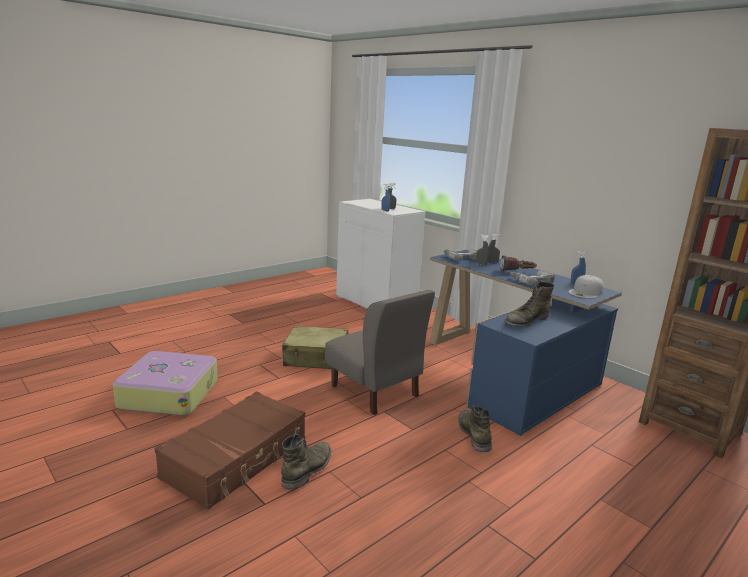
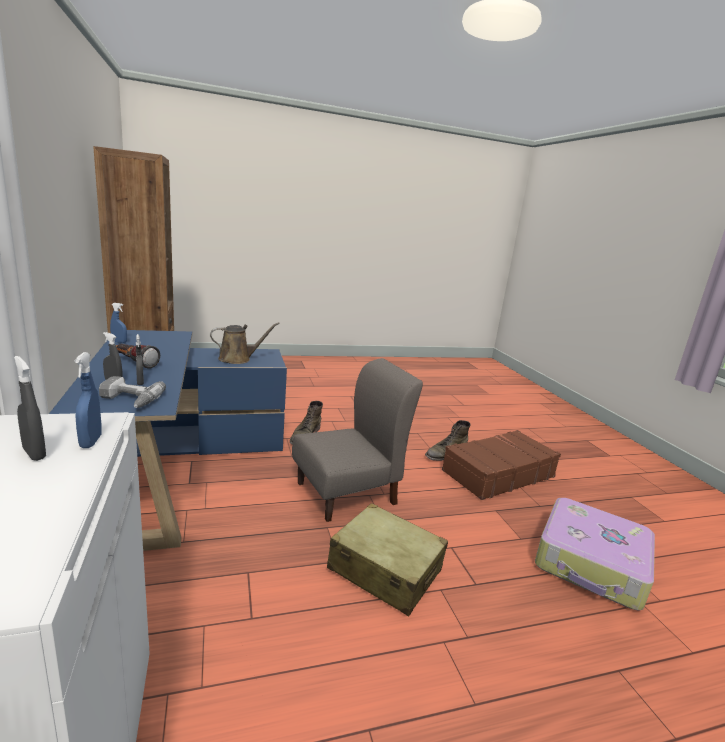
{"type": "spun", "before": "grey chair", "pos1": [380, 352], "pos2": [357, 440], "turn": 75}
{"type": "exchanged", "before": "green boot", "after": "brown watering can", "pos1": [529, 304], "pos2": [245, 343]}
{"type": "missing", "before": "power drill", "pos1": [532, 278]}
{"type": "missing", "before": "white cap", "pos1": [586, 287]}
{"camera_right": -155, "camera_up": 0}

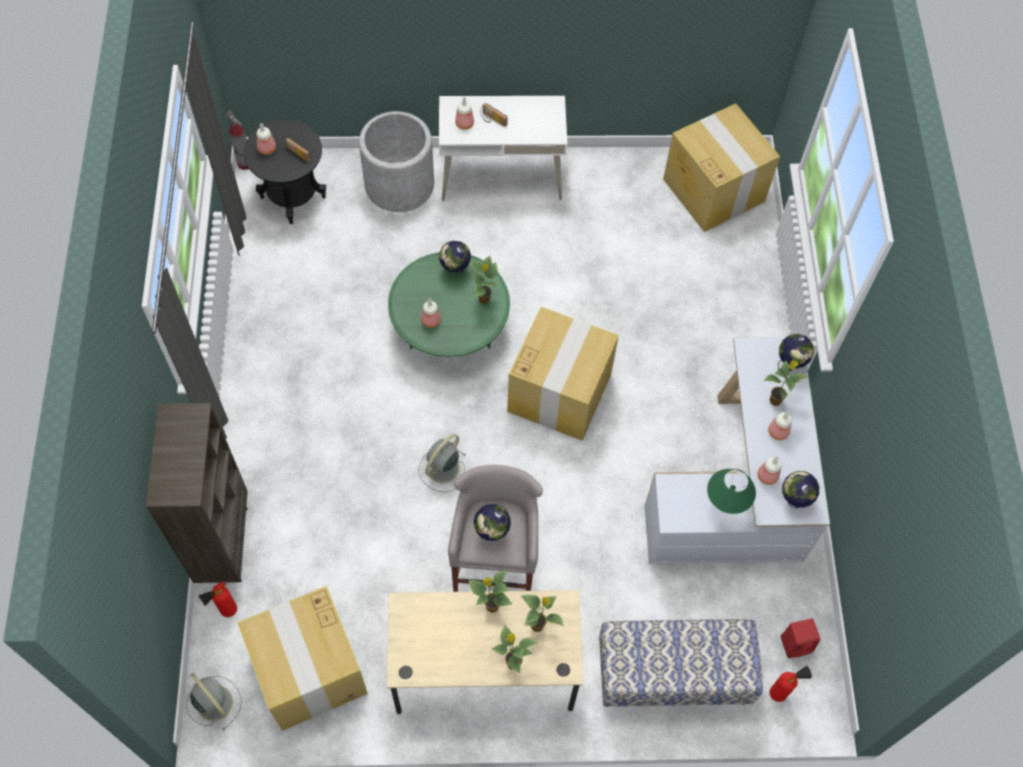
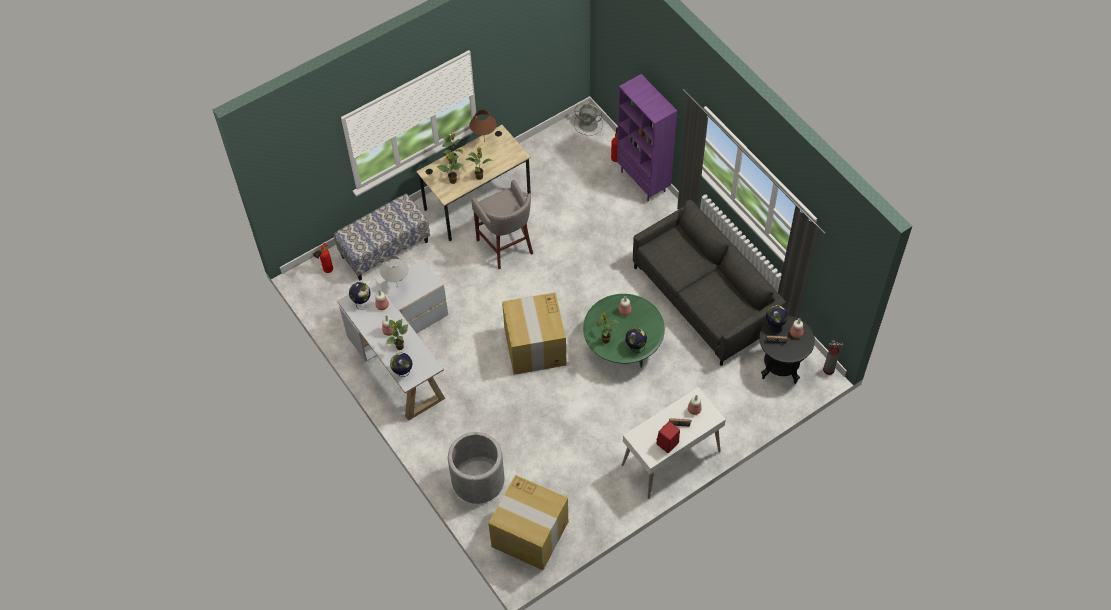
{"type": "colour", "before": "brown bookcase", "after": "purple bookcase", "pos1": [197, 493], "pos2": [647, 138]}
{"type": "missing", "before": "cardboard box", "pos1": [302, 658]}
{"type": "relocated", "before": "grey planter", "pos1": [396, 161], "pos2": [476, 468]}
{"type": "missing", "before": "grey fan", "pos1": [443, 463]}
{"type": "relocated", "before": "globe", "pos1": [492, 522], "pos2": [777, 317]}
{"type": "colour", "before": "green table lamp", "after": "white table lamp", "pos1": [731, 491], "pos2": [394, 271]}
{"type": "relocated", "before": "red speaker", "pos1": [800, 638], "pos2": [668, 437]}
{"type": "appeared", "after": "brown table lamp", "pos2": [483, 126]}
{"type": "appeared", "after": "grey sofa", "pos2": [709, 283]}
{"camera_right": 150, "camera_up": -5}

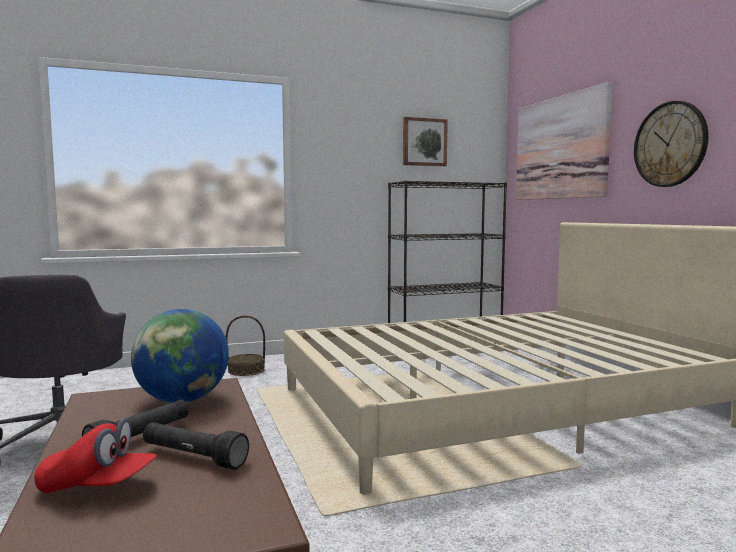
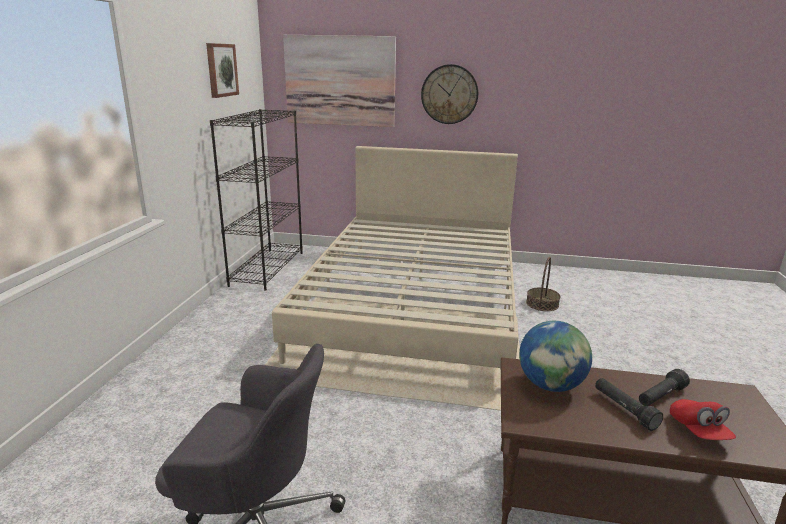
{"type": "spun", "before": "red cap", "pos1": [95, 455], "pos2": [703, 419], "turn": 135}
{"type": "relocated", "before": "basket", "pos1": [245, 345], "pos2": [543, 284]}
{"camera_right": -60, "camera_up": 15}

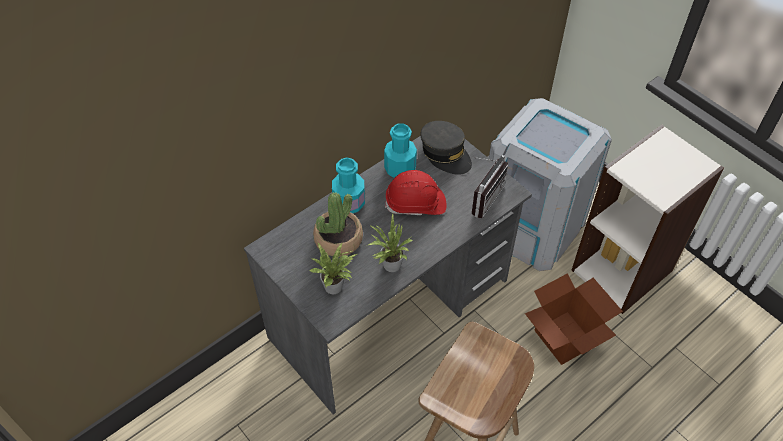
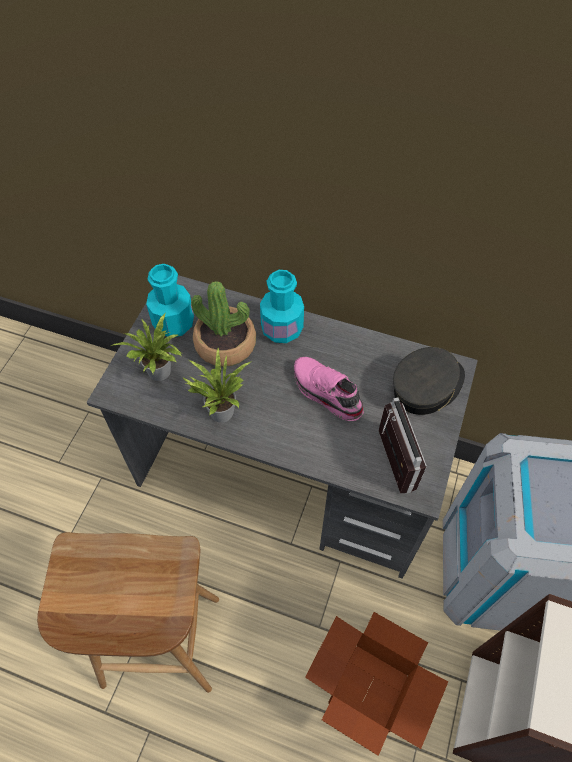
{"type": "relocated", "before": "turquoise bottle", "pos1": [400, 150], "pos2": [170, 300]}
{"type": "exchanged", "before": "red hard hat", "after": "pink shoe", "pos1": [416, 192], "pos2": [329, 389]}
{"type": "spun", "before": "grey cap", "pos1": [446, 148], "pos2": [429, 381], "turn": -150}
{"type": "spun", "before": "radio", "pos1": [490, 187], "pos2": [402, 446], "turn": -105}
{"camera_right": 60, "camera_up": 5}

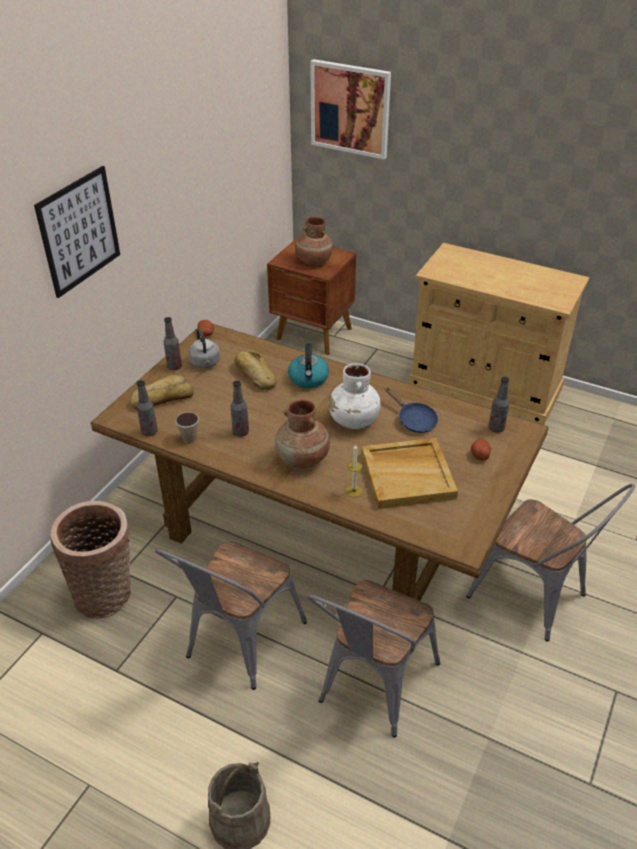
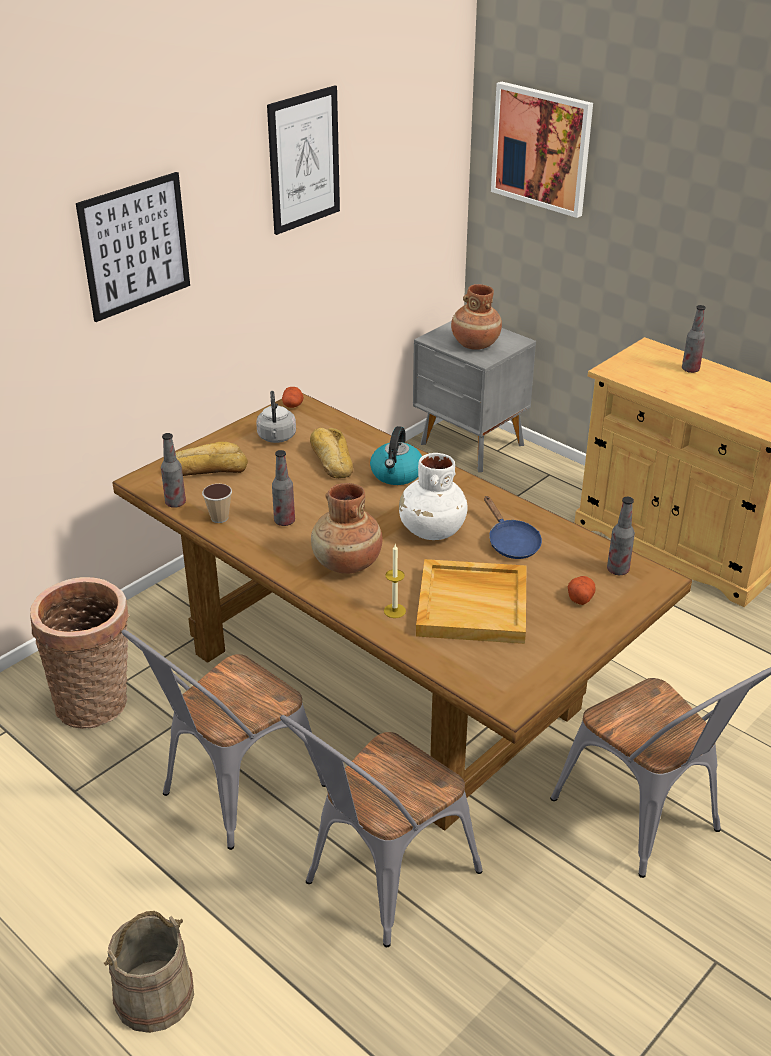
{"type": "relocated", "before": "bottle", "pos1": [173, 343], "pos2": [694, 339]}
{"type": "colour", "before": "brown nightstand", "after": "grey nightstand", "pos1": [311, 296], "pos2": [474, 396]}
{"type": "appeared", "after": "picture", "pos2": [303, 160]}
{"camera_right": 15, "camera_up": -5}

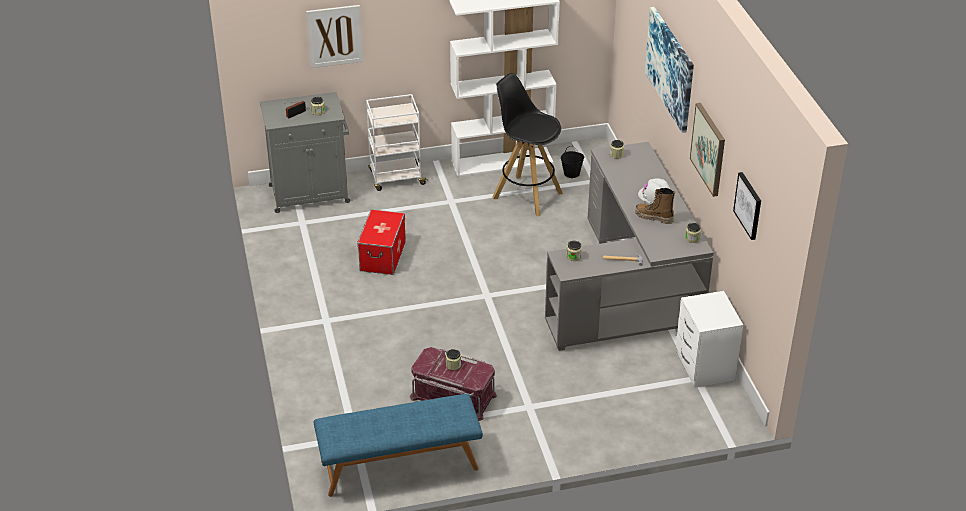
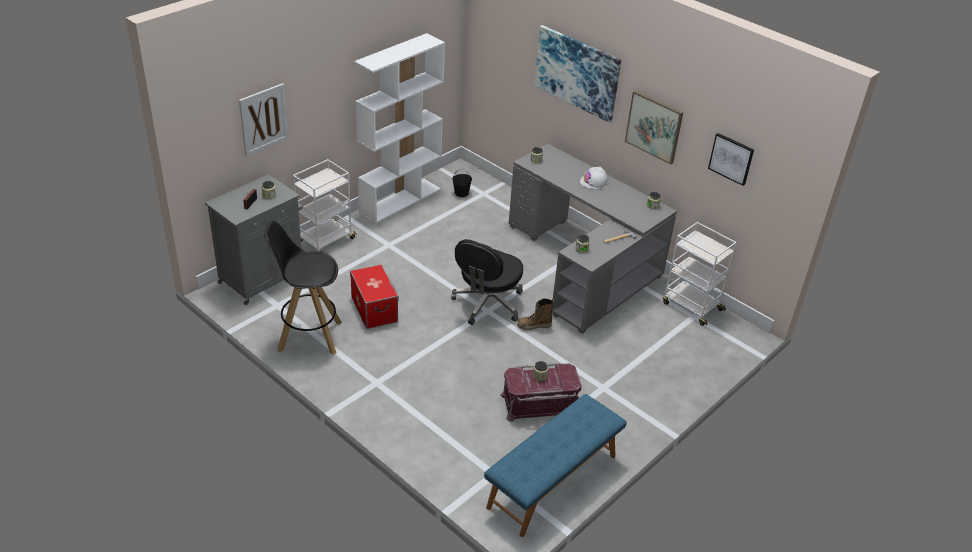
{"type": "relocated", "before": "black stool", "pos1": [527, 144], "pos2": [303, 287]}
{"type": "relocated", "before": "boot", "pos1": [655, 206], "pos2": [535, 314]}
{"type": "exchanged", "before": "white nightstand", "after": "white cart", "pos1": [710, 339], "pos2": [700, 274]}
{"type": "appeared", "after": "black office chair", "pos2": [487, 282]}
{"camera_right": -35, "camera_up": 0}

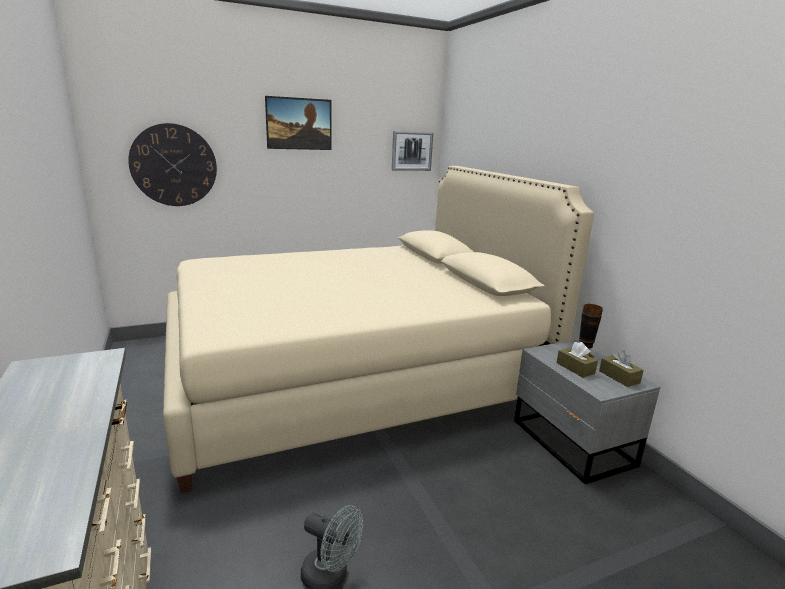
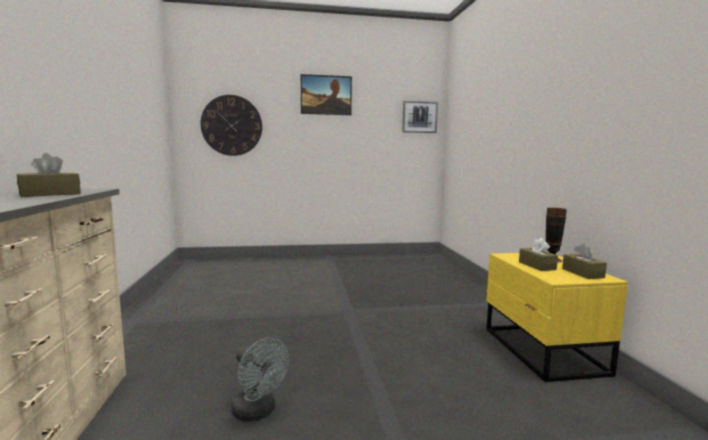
{"type": "missing", "before": "beige bed", "pos1": [378, 329]}
{"type": "colour", "before": "grey nightstand", "after": "yellow nightstand", "pos1": [587, 412], "pos2": [557, 317]}
{"type": "appeared", "after": "brown tissue box", "pos2": [49, 175]}
{"camera_right": 15, "camera_up": -10}

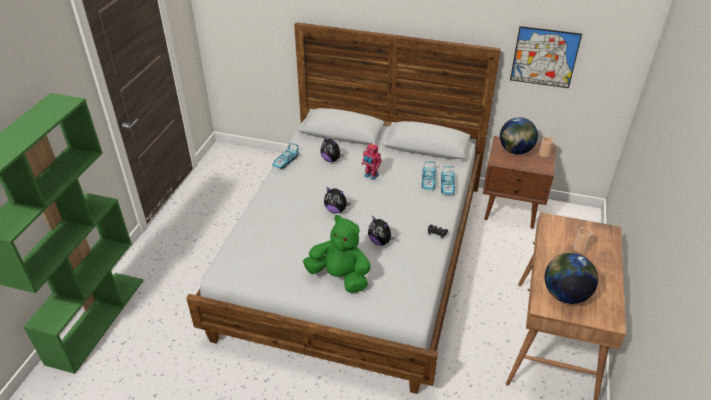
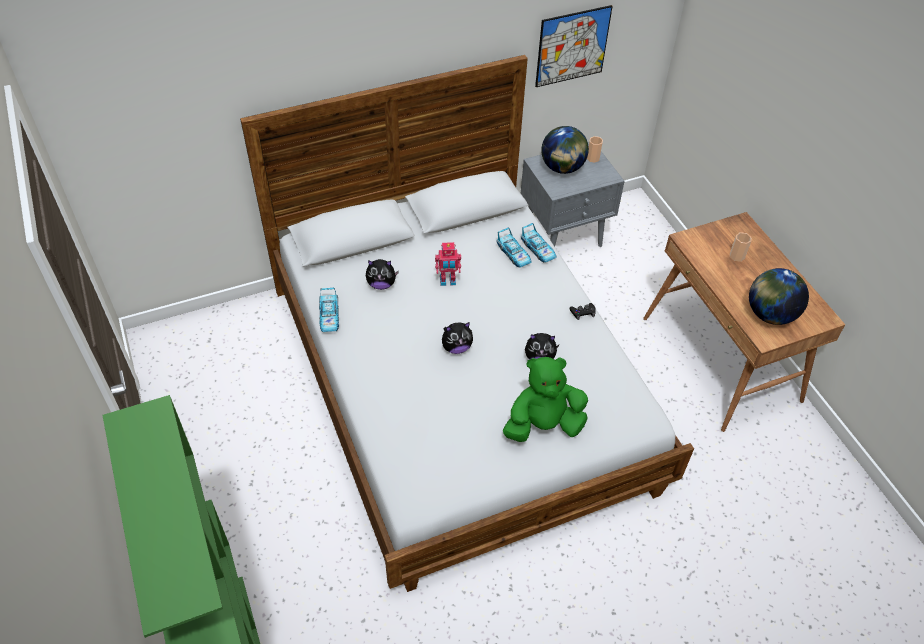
{"type": "colour", "before": "brown nightstand", "after": "grey nightstand", "pos1": [519, 182], "pos2": [573, 194]}
{"camera_right": -40, "camera_up": 10}

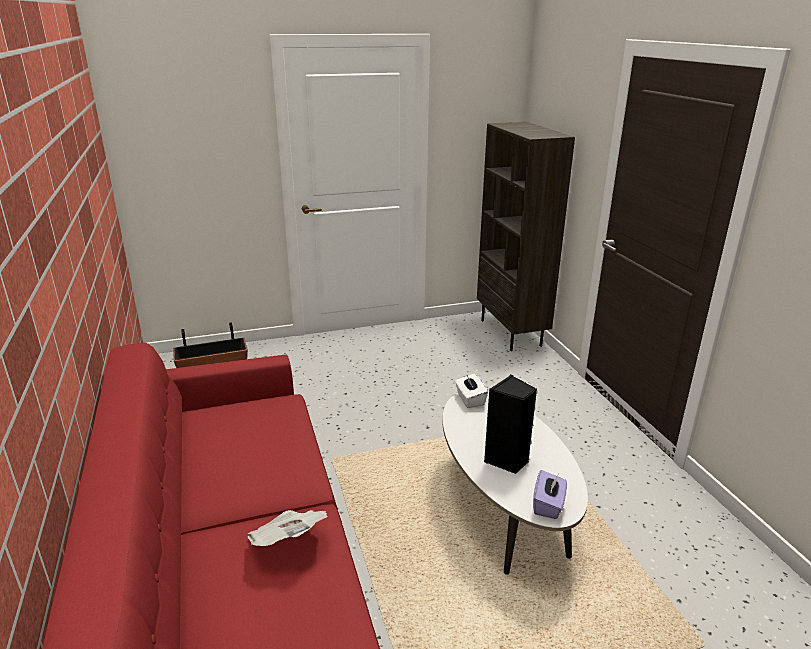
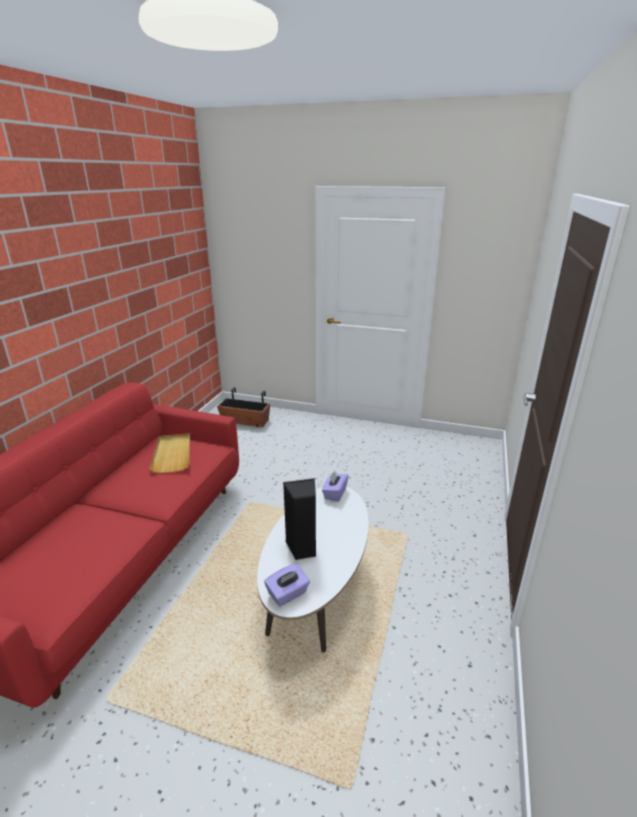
{"type": "missing", "before": "newspaper", "pos1": [288, 528]}
{"type": "colour", "before": "white tissue box", "after": "purple tissue box", "pos1": [471, 391], "pos2": [335, 486]}
{"type": "missing", "before": "brown bookcase", "pos1": [526, 236]}
{"type": "appeared", "after": "beige tray", "pos2": [169, 453]}
{"camera_right": 35, "camera_up": 0}

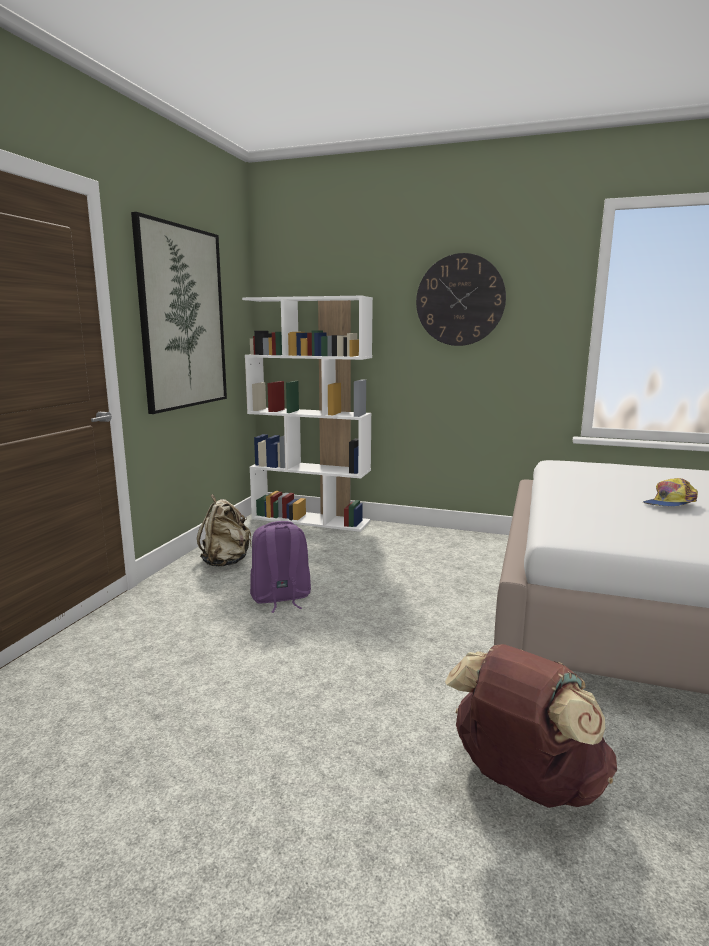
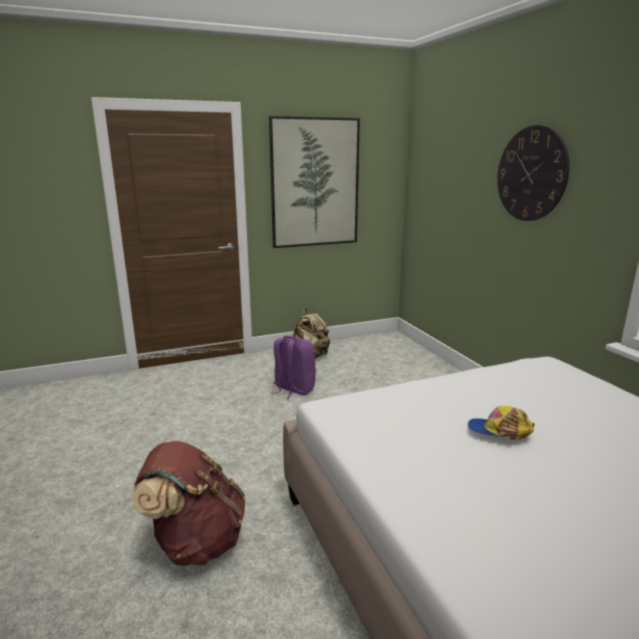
{"type": "missing", "before": "white bookcase", "pos1": [307, 414]}
{"camera_right": 50, "camera_up": 5}

